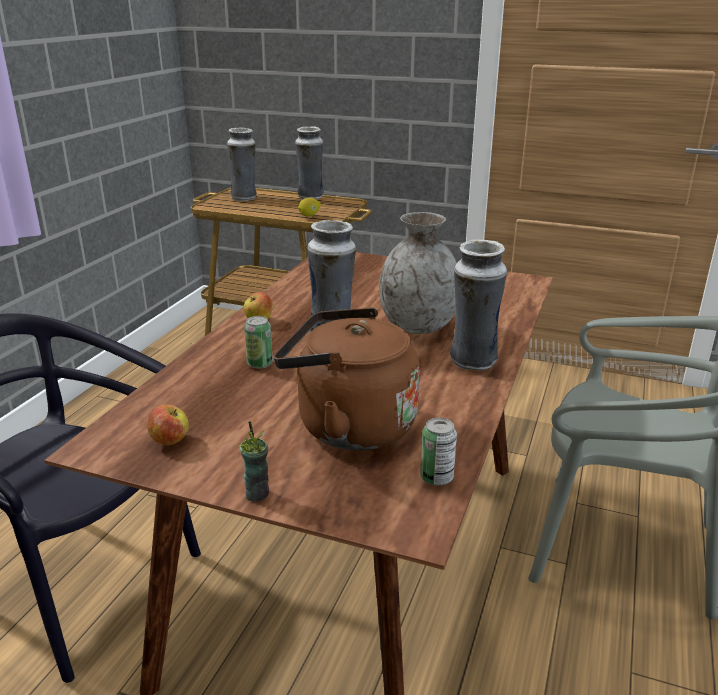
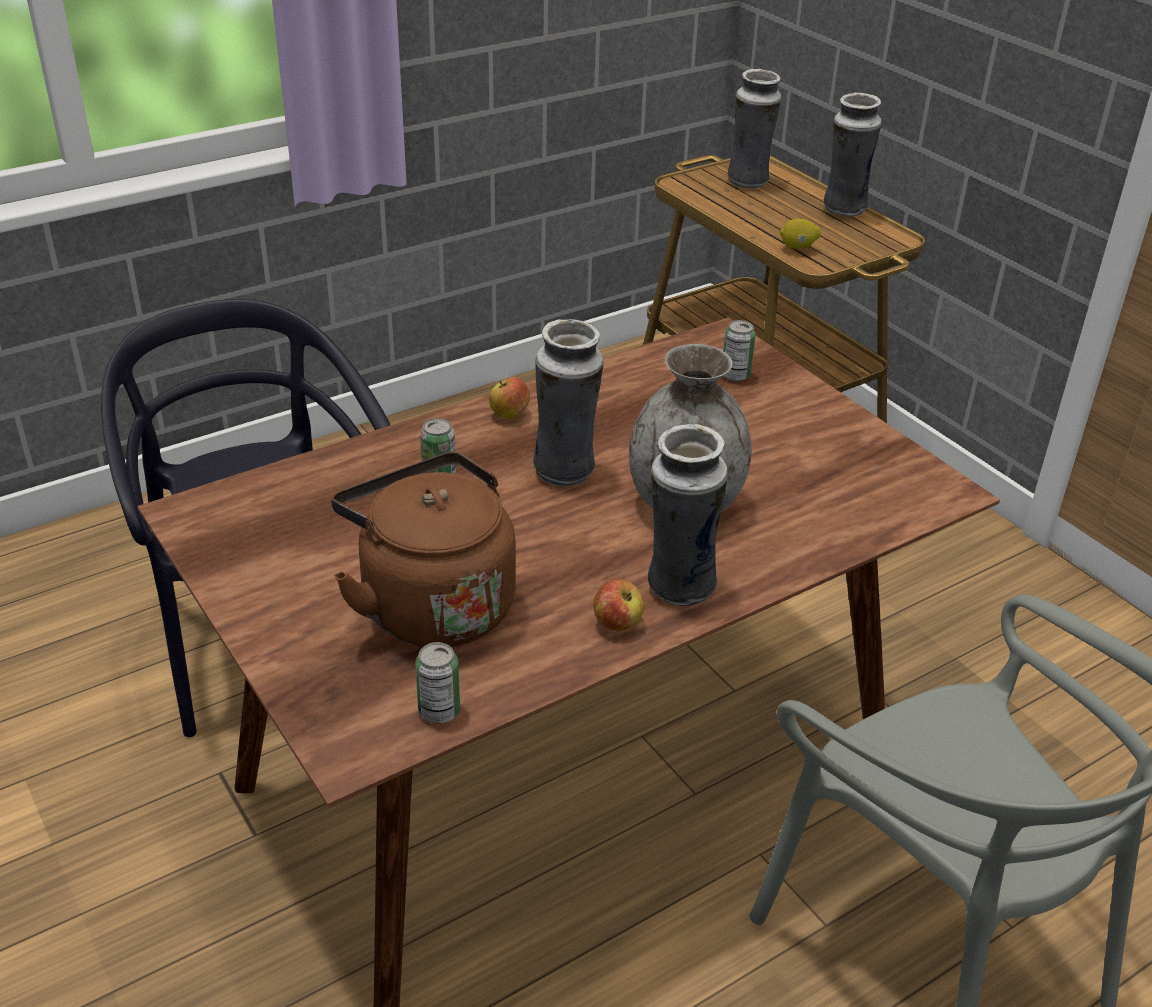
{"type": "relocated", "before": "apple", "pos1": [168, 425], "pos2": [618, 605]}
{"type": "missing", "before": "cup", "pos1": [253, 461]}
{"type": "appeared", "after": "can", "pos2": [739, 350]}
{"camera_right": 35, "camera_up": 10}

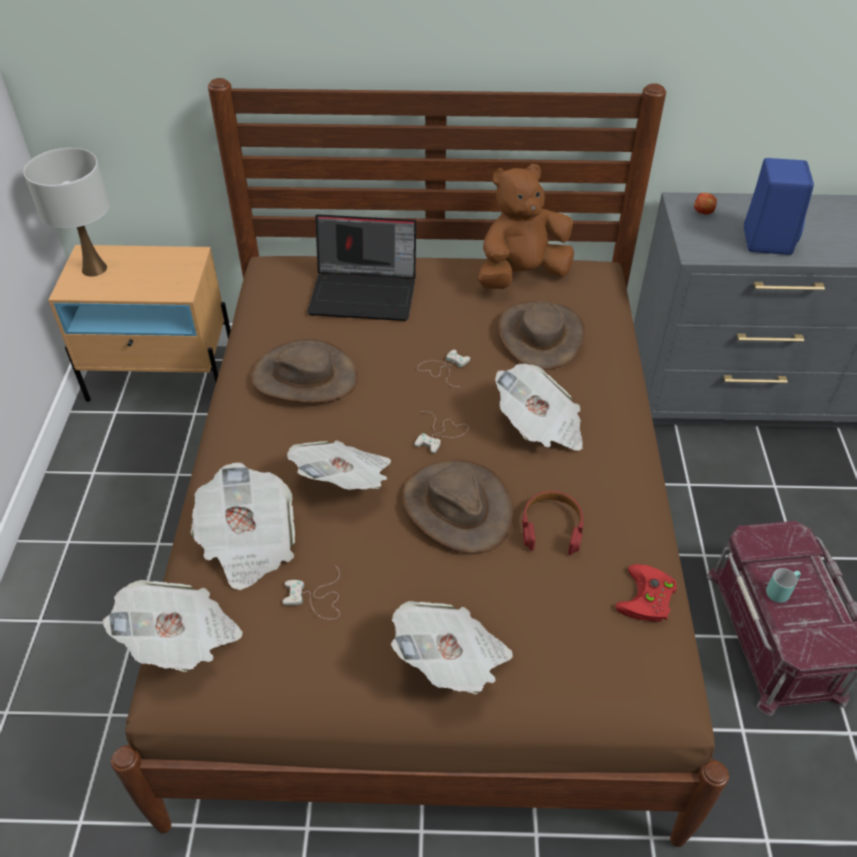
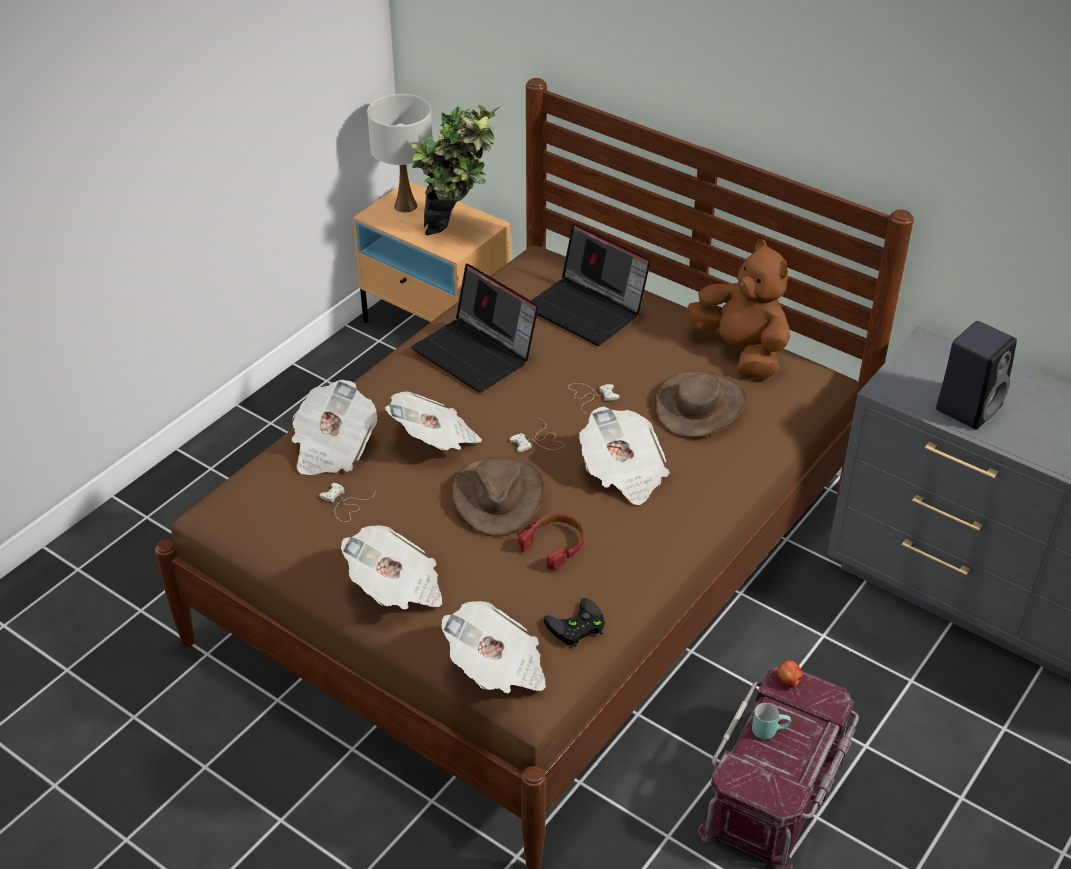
{"type": "relocated", "before": "newspaper", "pos1": [173, 626], "pos2": [493, 647]}
{"type": "exchanged", "before": "brown hat", "after": "laptop", "pos1": [304, 371], "pos2": [475, 328]}
{"type": "spun", "before": "brown plush toy", "pos1": [526, 226], "pos2": [738, 309], "turn": 45}
{"type": "colour", "before": "red game controller", "after": "black game controller", "pos1": [646, 593], "pos2": [574, 622]}
{"type": "relocated", "before": "apple", "pos1": [705, 203], "pos2": [789, 674]}
{"type": "colour", "before": "blue speaker", "after": "black speaker", "pos1": [779, 206], "pos2": [976, 375]}
{"type": "appeared", "after": "potted plant", "pos2": [455, 169]}
{"camera_right": 35, "camera_up": -5}

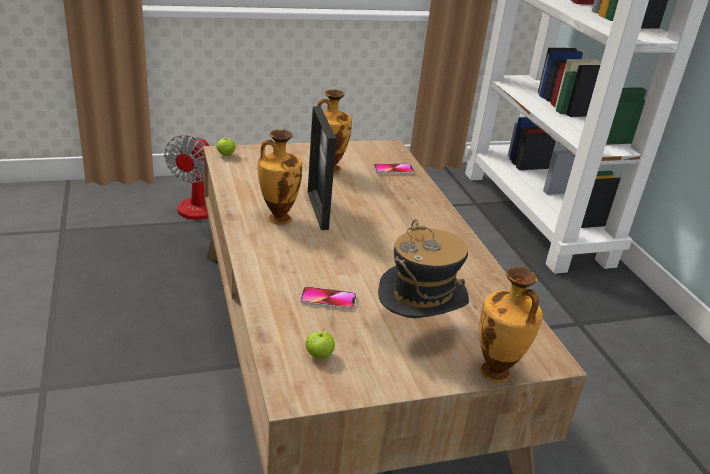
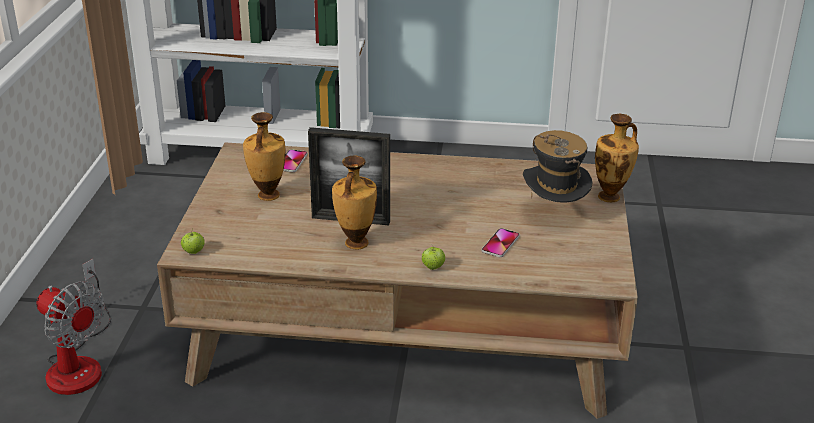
{"type": "relocated", "before": "apple", "pos1": [320, 343], "pos2": [433, 257]}
{"camera_right": -65, "camera_up": 0}

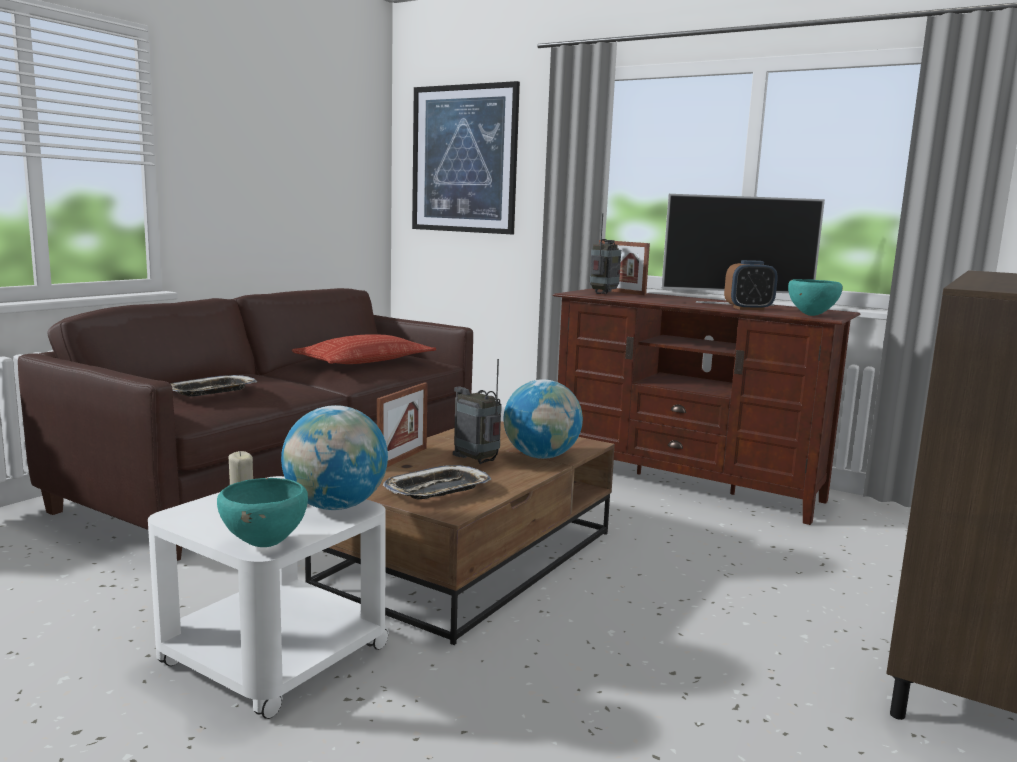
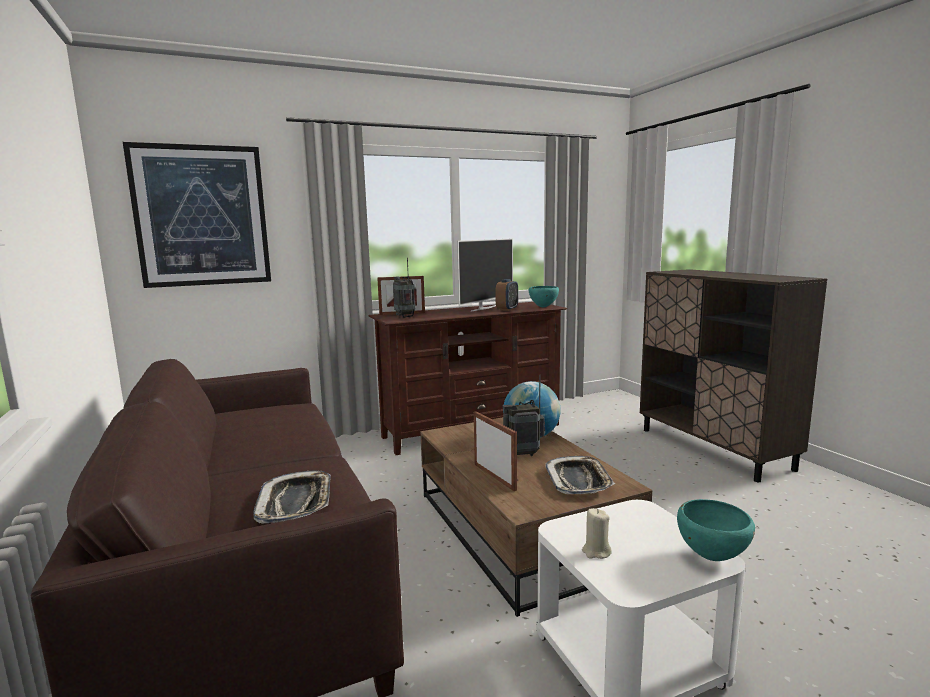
{"type": "missing", "before": "globe", "pos1": [334, 457]}
{"type": "missing", "before": "pillow", "pos1": [364, 349]}
{"camera_right": -55, "camera_up": 0}

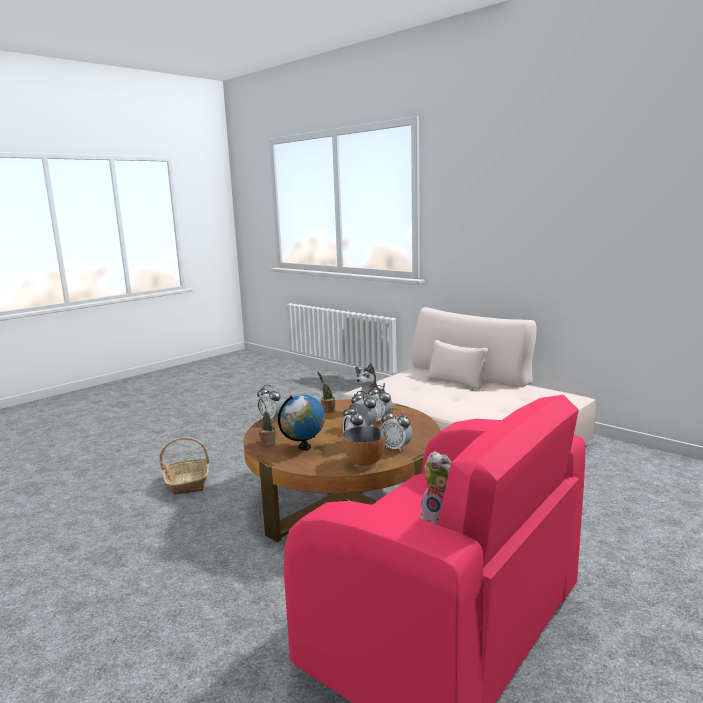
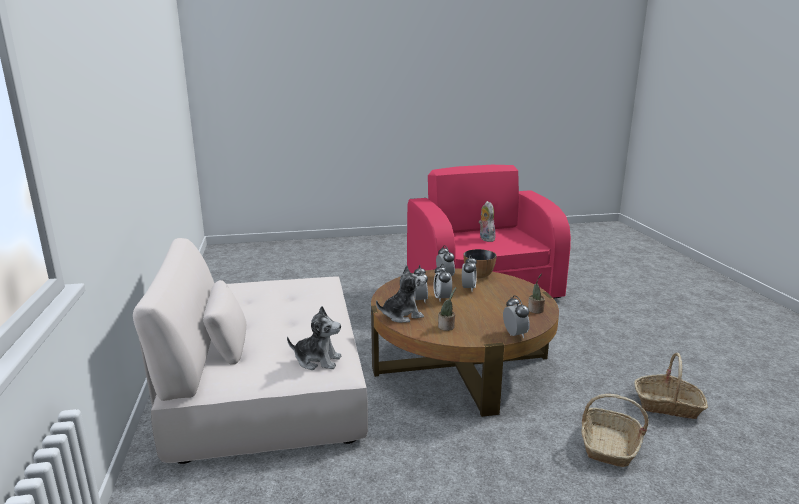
{"type": "missing", "before": "globe", "pos1": [301, 423]}
{"type": "appeared", "after": "plush toy", "pos2": [314, 338]}
{"type": "appeared", "after": "basket", "pos2": [671, 386]}
{"camera_right": -145, "camera_up": 5}

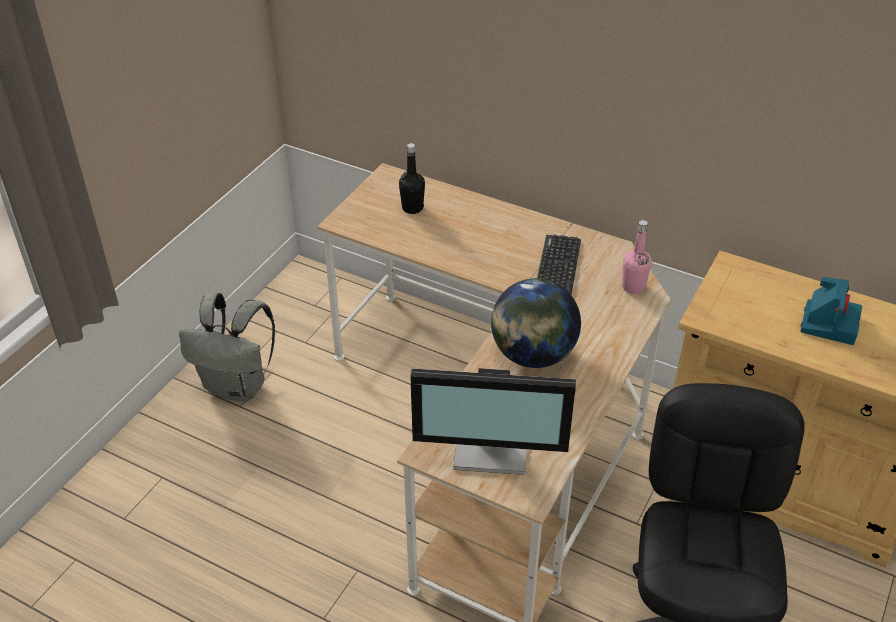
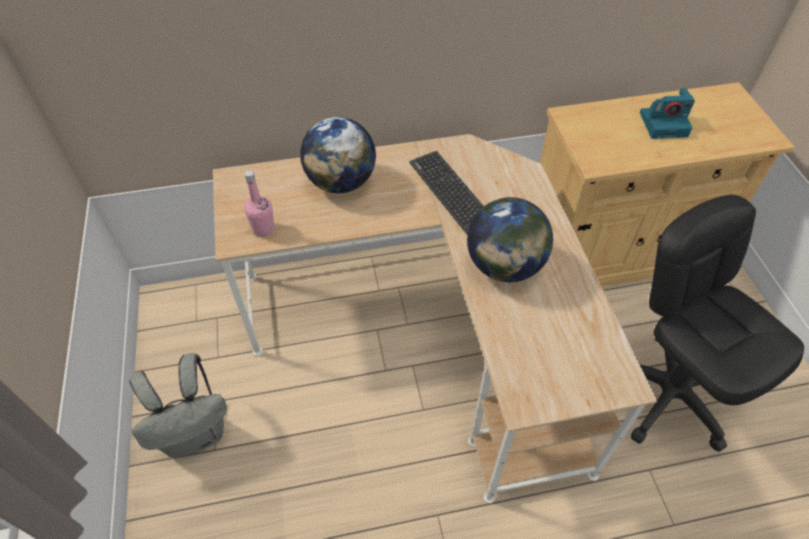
{"type": "missing", "before": "black bottle", "pos1": [412, 178]}
{"type": "missing", "before": "monitor", "pos1": [493, 421]}
{"type": "relocated", "before": "pink bottle", "pos1": [637, 257], "pos2": [259, 203]}
{"type": "spun", "before": "photo camera", "pos1": [831, 311], "pos2": [667, 113], "turn": 105}
{"type": "appeared", "after": "globe", "pos2": [338, 155]}
{"camera_right": -40, "camera_up": 10}

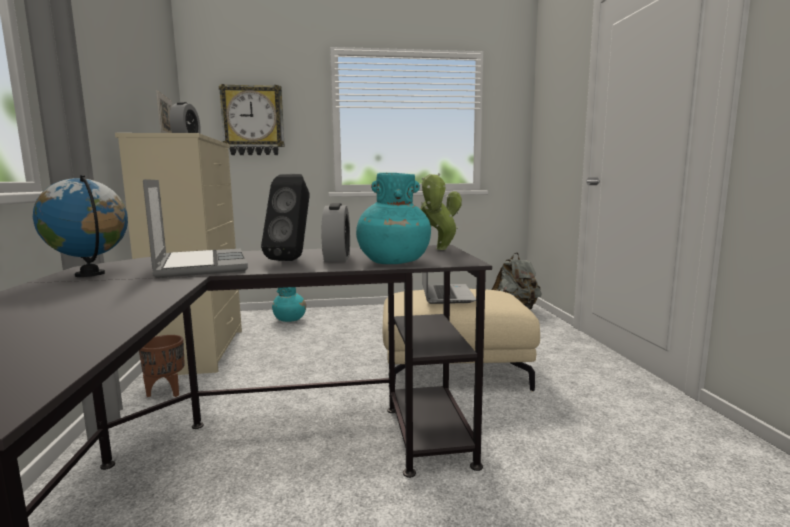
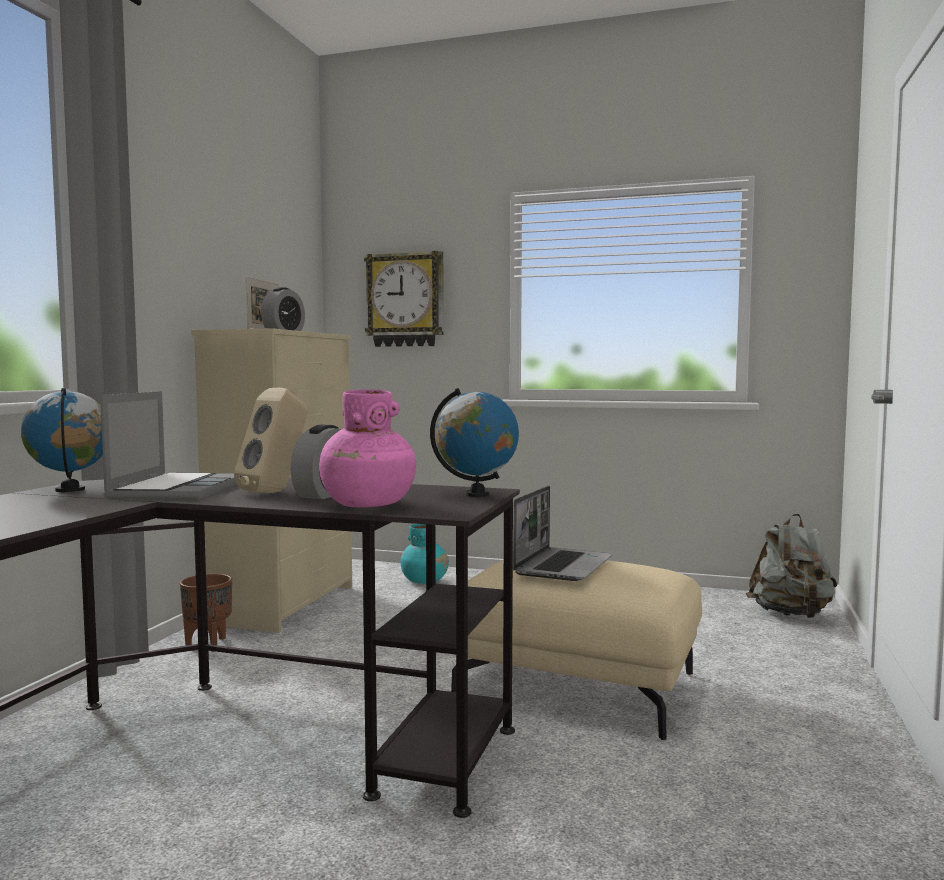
{"type": "colour", "before": "black speaker", "after": "beige speaker", "pos1": [285, 217], "pos2": [271, 440]}
{"type": "colour", "before": "turquoise vase", "after": "pink vase", "pos1": [393, 218], "pos2": [367, 448]}
{"type": "exchanged", "before": "potted plant", "after": "globe", "pos1": [441, 211], "pos2": [474, 442]}
{"camera_right": 25, "camera_up": -5}

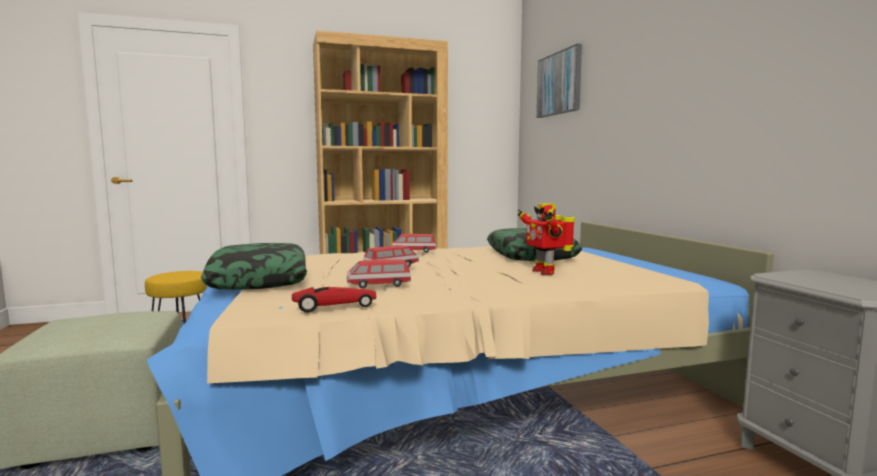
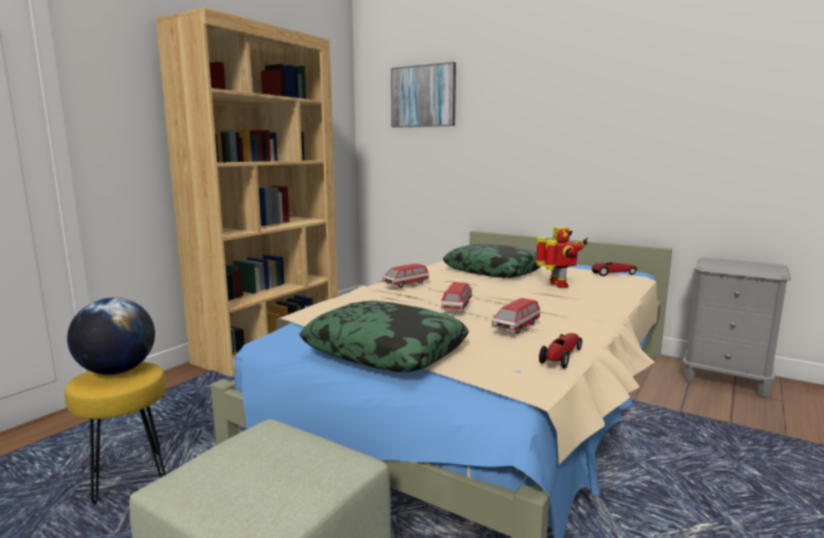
{"type": "spun", "before": "toy robot", "pos1": [546, 239], "pos2": [561, 257], "turn": -135}
{"type": "appeared", "after": "globe", "pos2": [111, 336]}
{"type": "appeared", "after": "toy car", "pos2": [615, 269]}
{"camera_right": -40, "camera_up": 5}

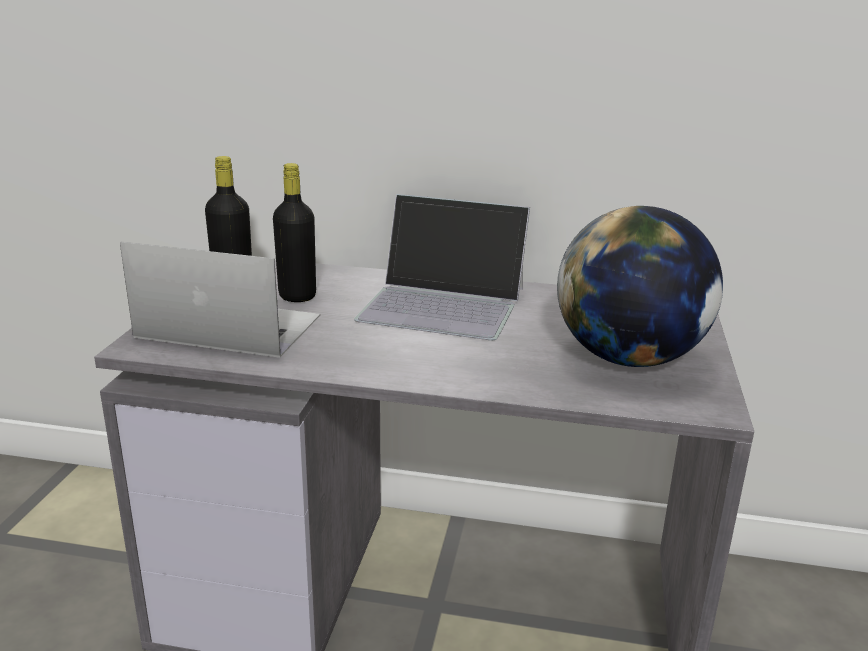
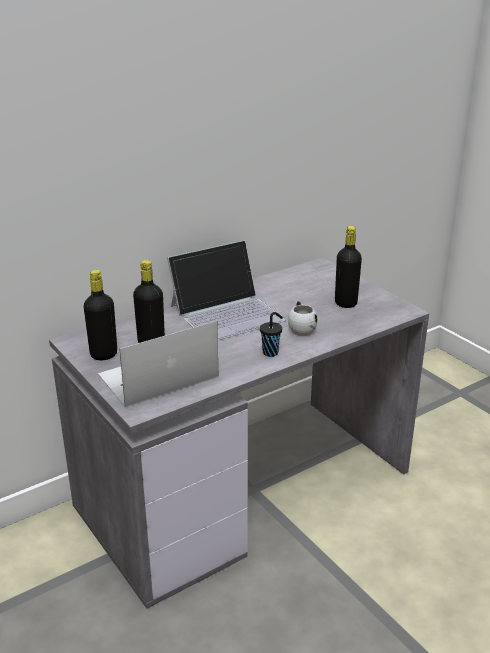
{"type": "exchanged", "before": "globe", "after": "black bottle", "pos1": [640, 286], "pos2": [348, 267]}
{"type": "appeared", "after": "black cup", "pos2": [271, 334]}
{"type": "appeared", "after": "white mug", "pos2": [302, 319]}
{"camera_right": -45, "camera_up": 5}

